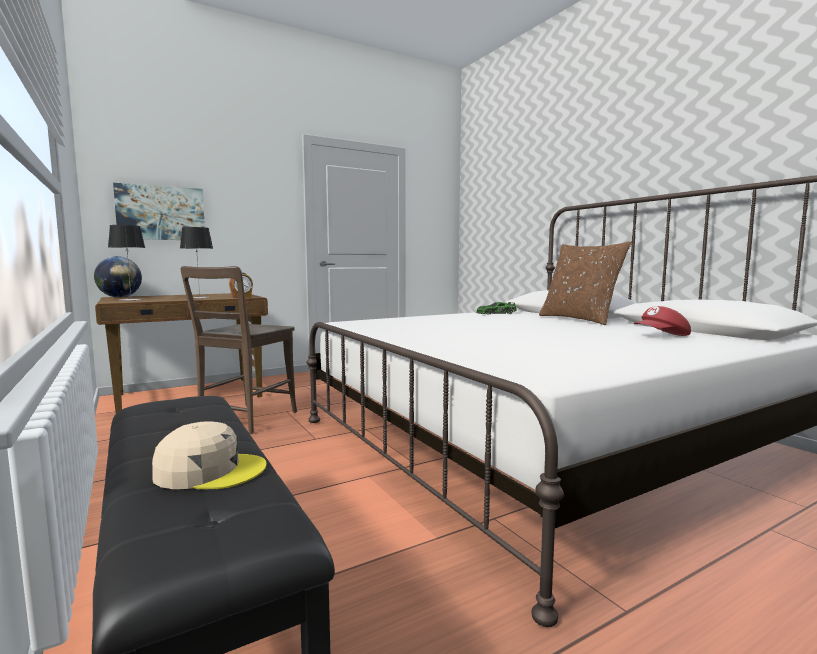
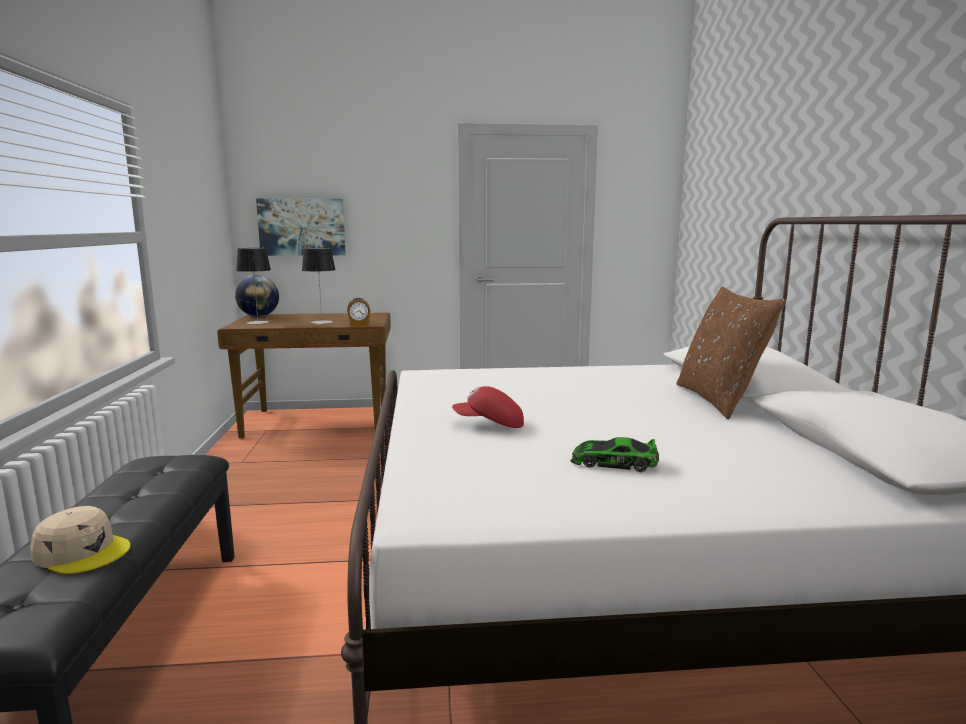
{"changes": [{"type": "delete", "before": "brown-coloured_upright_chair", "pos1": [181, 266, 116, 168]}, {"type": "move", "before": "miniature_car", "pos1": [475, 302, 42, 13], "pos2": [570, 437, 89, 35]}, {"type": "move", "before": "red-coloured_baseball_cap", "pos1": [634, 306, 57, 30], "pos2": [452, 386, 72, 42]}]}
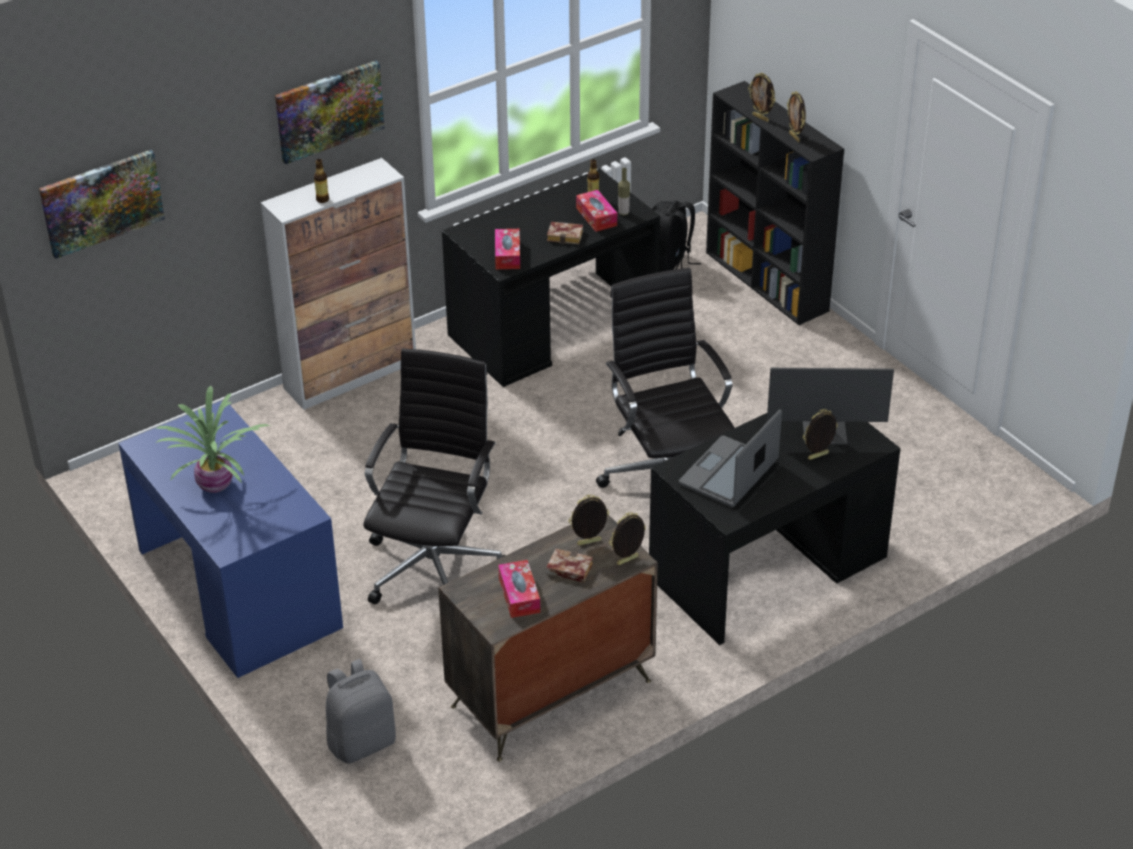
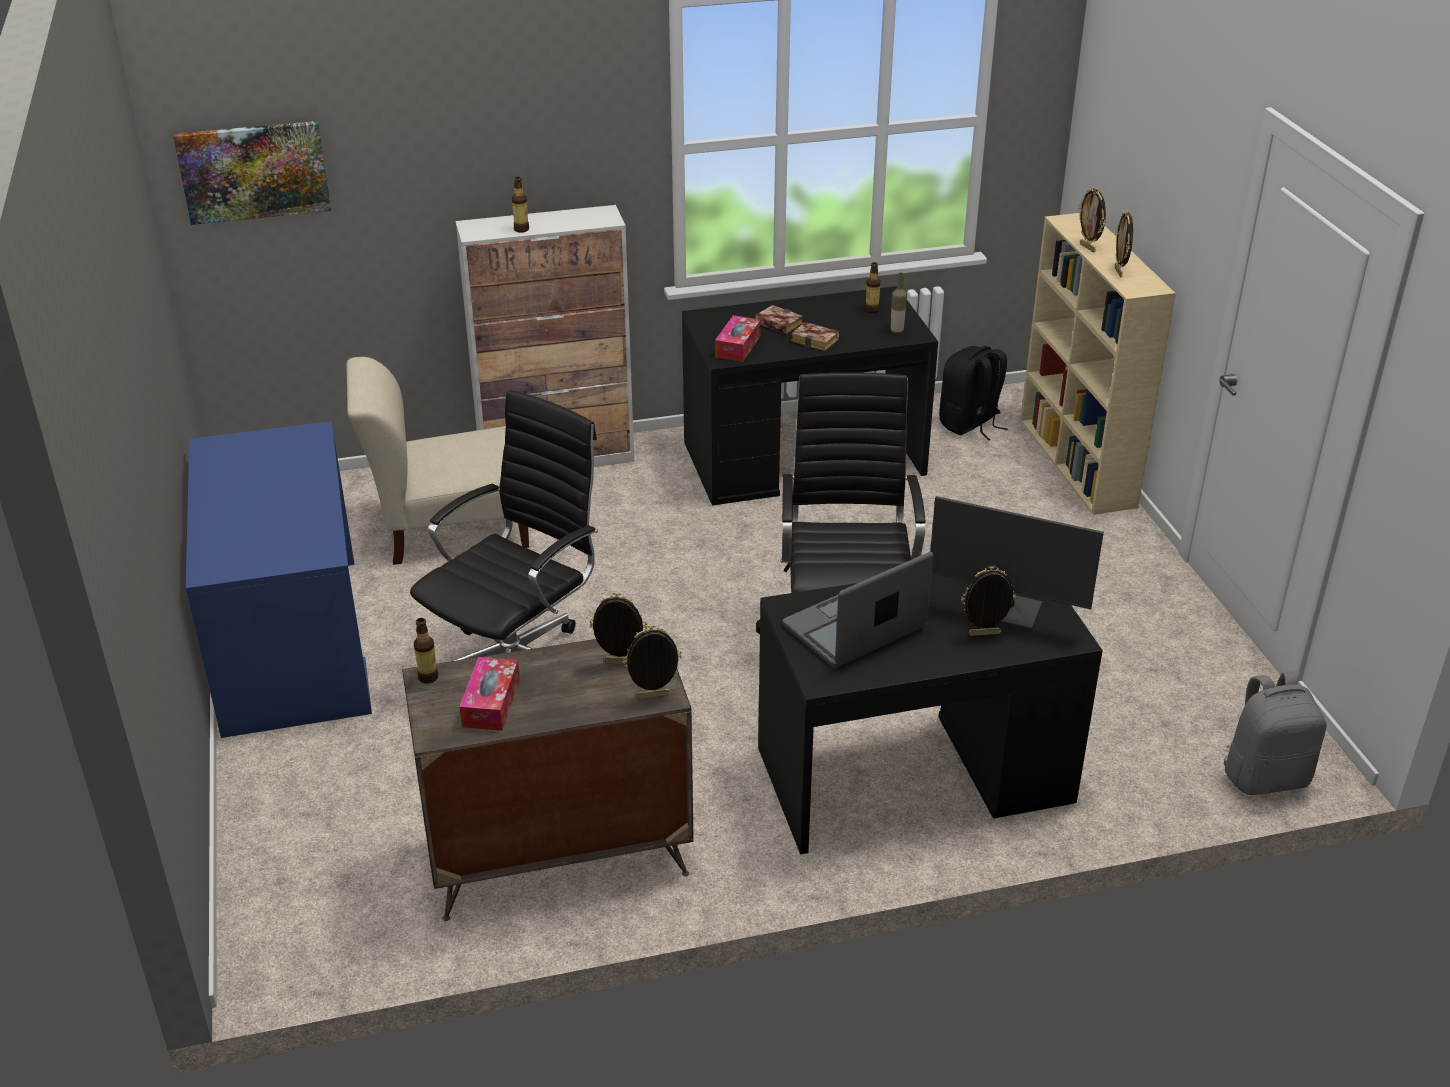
{"changes": [{"type": "delete", "before": "wall_picture", "pos1": [275, 60, 110, 104]}, {"type": "recolor", "before": "black_bookcase", "after": "beige_bookcase", "pos1": [706, 81, 138, 244], "pos2": [1020, 213, 156, 302]}, {"type": "delete", "before": "box_of_tissues", "pos1": [576, 190, 41, 42]}, {"type": "delete", "before": "potted_plant", "pos1": [155, 386, 116, 107]}, {"type": "move", "before": "book", "pos1": [546, 548, 47, 35], "pos2": [755, 305, 48, 29]}, {"type": "move", "before": "grey_backpack", "pos1": [326, 659, 70, 105], "pos2": [1223, 671, 104, 124]}, {"type": "insert", "after": "beige_upright_chair", "pos2": [346, 357, 183, 208]}, {"type": "insert", "after": "bottle", "pos2": [414, 618, 24, 65]}]}
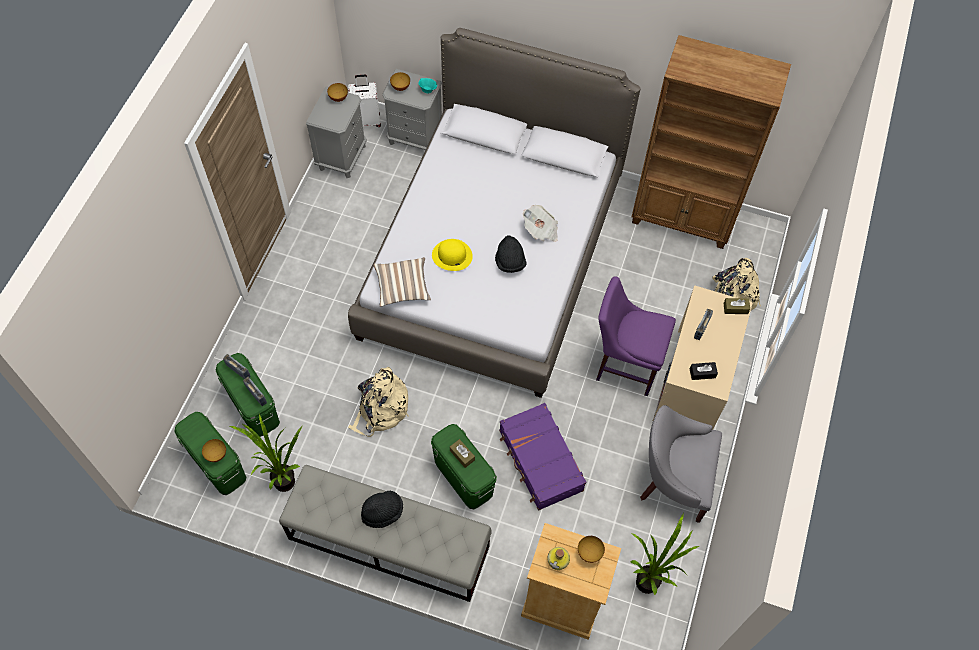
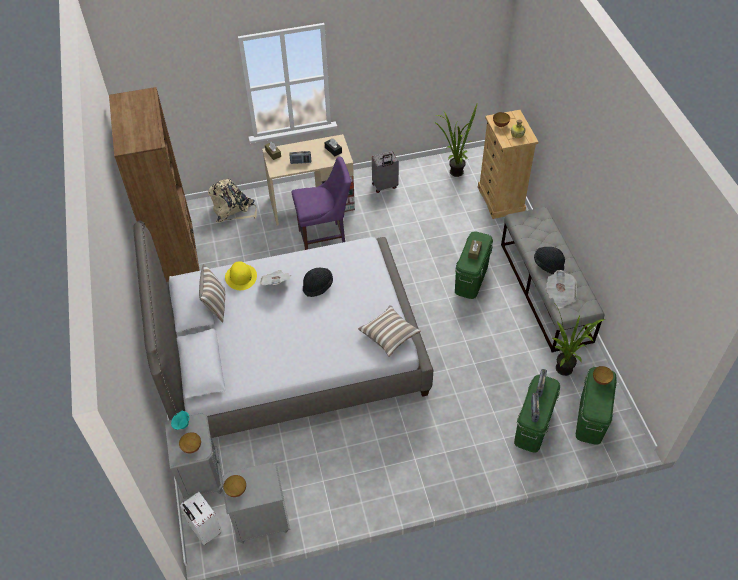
{"changes": [{"type": "move", "before": "yellow-coloured_clothing_hat", "pos1": [432, 239, 41, 32], "pos2": [225, 261, 32, 29]}, {"type": "rotate", "before": "purple_upright_chair", "pos1": [596, 276, 80, 120], "pos2": [291, 156, 60, 94], "turn": -90}, {"type": "delete", "before": "beige_backpack", "pos1": [348, 367, 61, 70]}, {"type": "delete", "before": "purple_piece_of_luggage", "pos1": [499, 403, 87, 107]}, {"type": "replace", "before": "grey_easy_chair", "after": "grey_piece_of_luggage", "pos1": [640, 405, 82, 118], "pos2": [372, 151, 27, 42]}, {"type": "insert", "after": "pillow", "pos2": [199, 264, 26, 59]}, {"type": "insert", "after": "daily_paper", "pos2": [546, 270, 31, 39]}]}
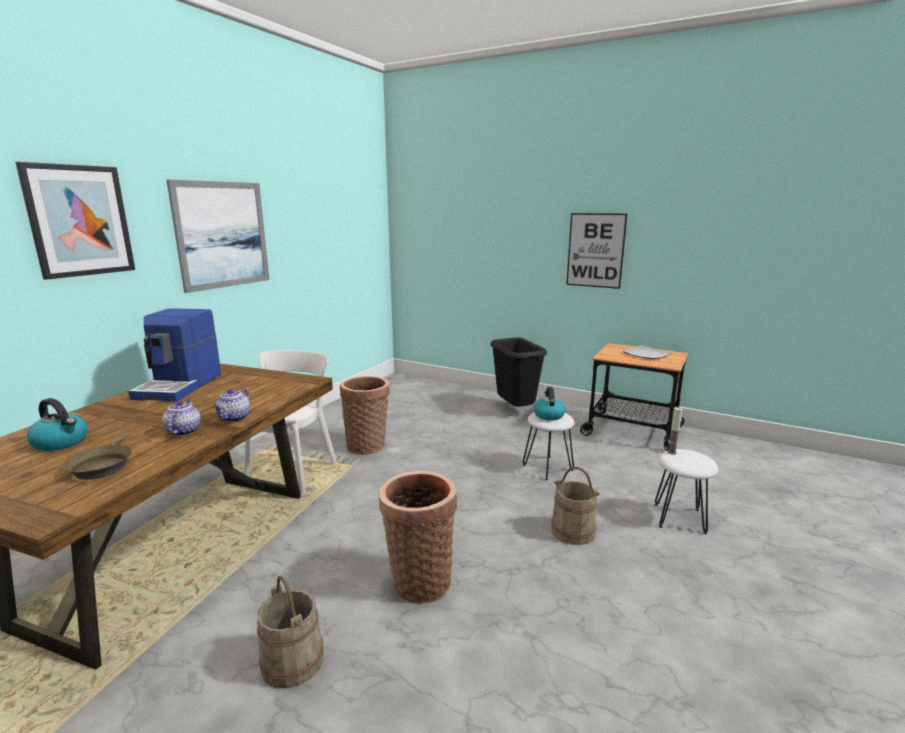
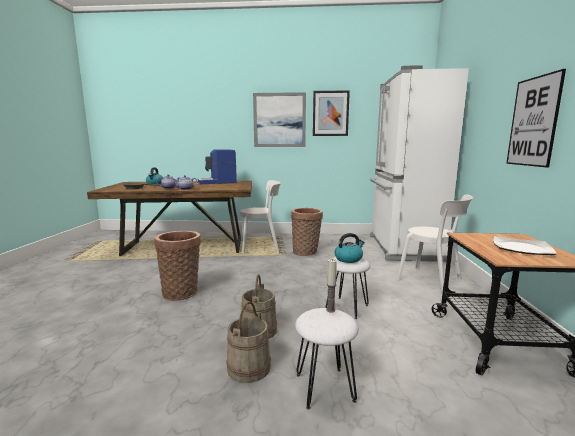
{"changes": [{"type": "move", "before": "wall_picture", "pos1": [15, 162, 120, 118], "pos2": [313, 90, 37, 46]}, {"type": "replace", "before": "black_trash_can", "after": "whitish_upright_chair", "pos1": [490, 337, 57, 70], "pos2": [396, 194, 77, 99]}, {"type": "move", "before": "beige_water_bucket", "pos1": [257, 576, 67, 113], "pos2": [226, 301, 45, 82]}, {"type": "insert", "after": "whitish_refrigerator", "pos2": [370, 65, 99, 197]}]}
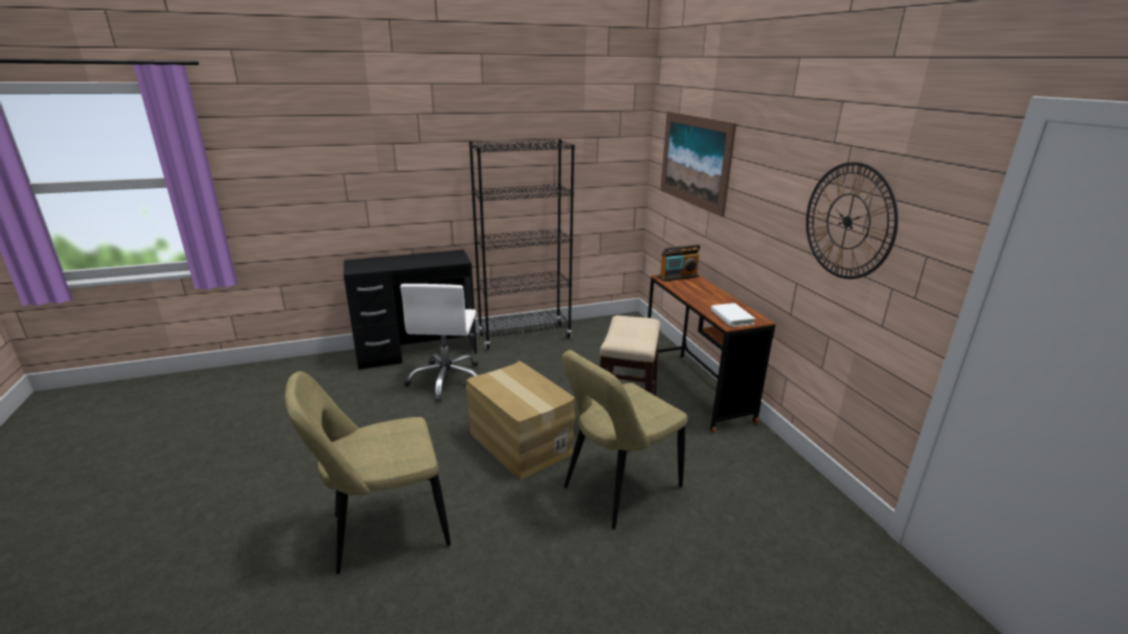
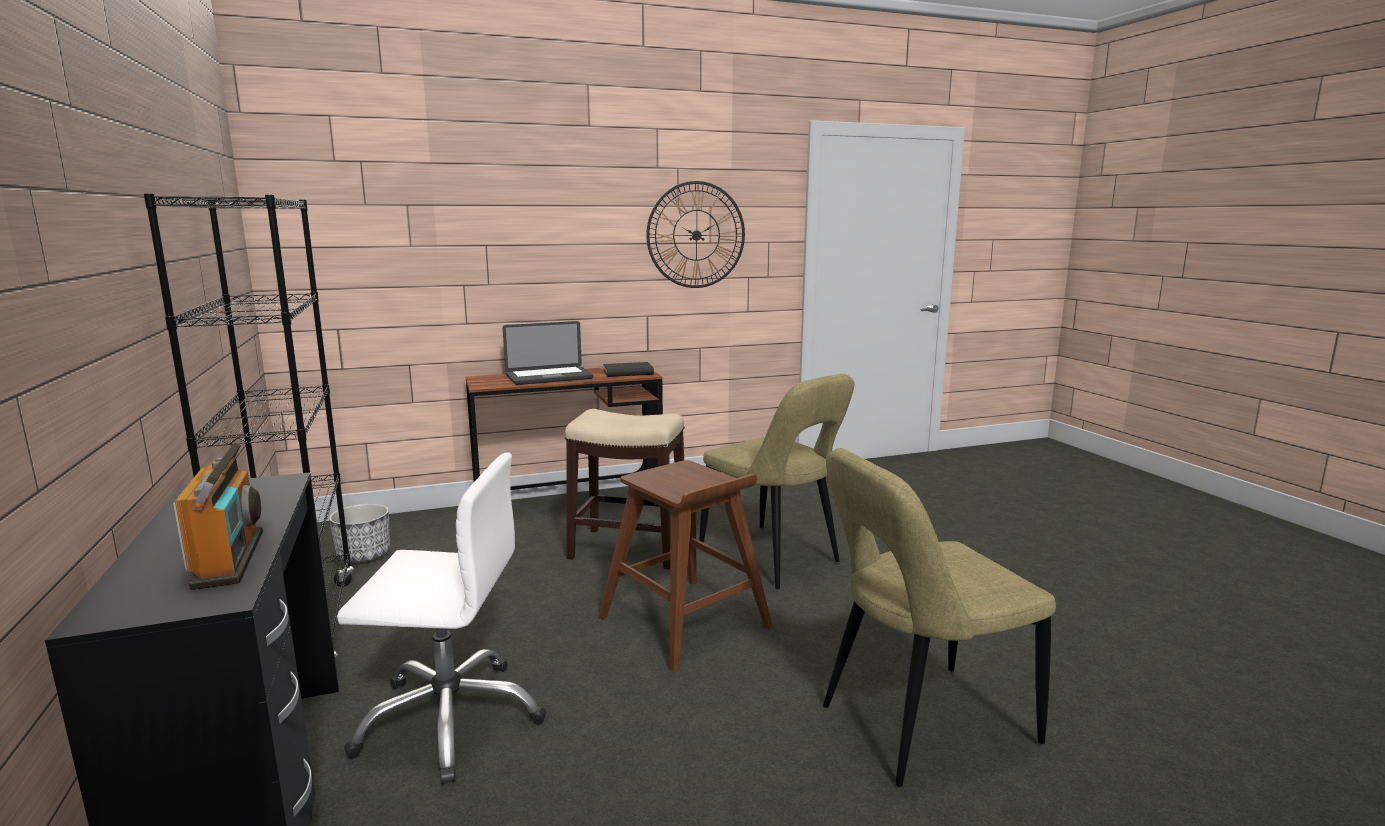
{"changes": [{"type": "delete", "before": "wall_picture", "pos1": [660, 112, 77, 105]}, {"type": "move", "before": "radio_set", "pos1": [657, 244, 44, 37], "pos2": [173, 442, 90, 148]}, {"type": "recolor", "before": "whitish_book", "after": "black_book", "pos1": [711, 303, 45, 24], "pos2": [603, 362, 51, 15]}, {"type": "replace", "before": "carton", "after": "brown-coloured_stool", "pos1": [466, 361, 110, 119], "pos2": [598, 460, 175, 212]}, {"type": "rotate", "before": "beige_upright_chair", "pos1": [285, 371, 166, 203], "pos2": [823, 448, 233, 339], "turn": 90}, {"type": "insert", "after": "portable_computer", "pos2": [503, 321, 90, 64]}, {"type": "insert", "after": "planter", "pos2": [329, 504, 61, 59]}]}
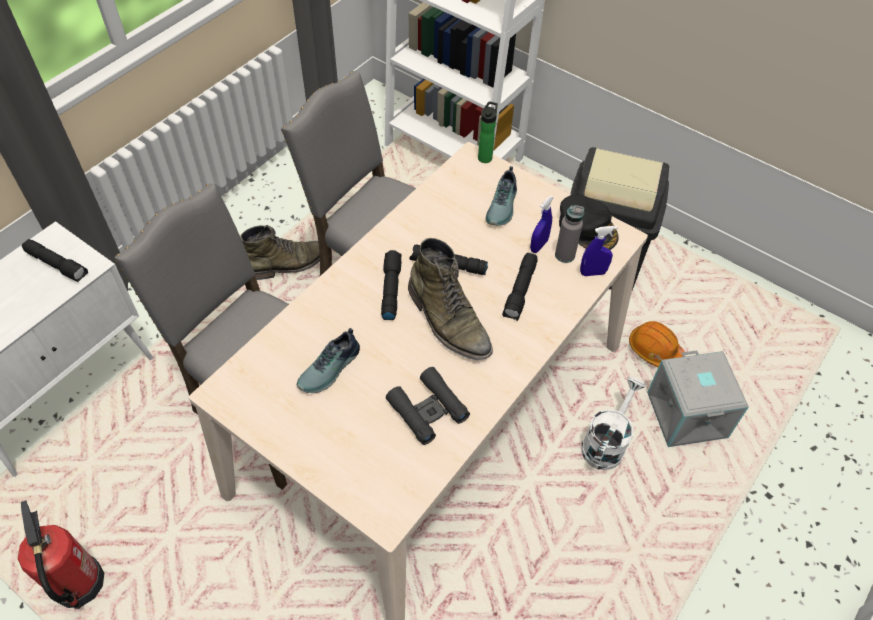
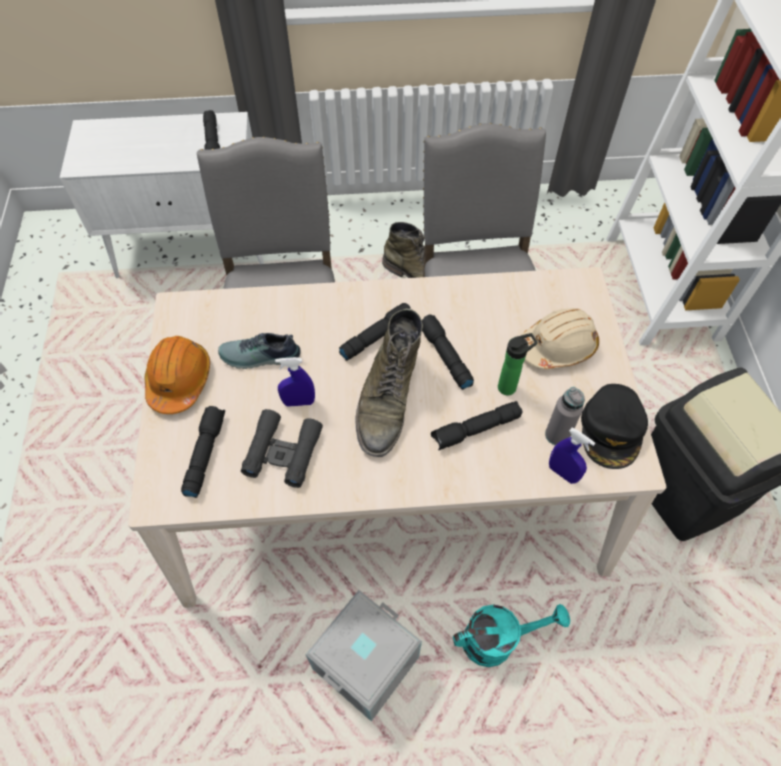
{"changes": [{"type": "move", "before": "bottle", "pos1": [478, 101, 20, 62], "pos2": [498, 333, 39, 62]}, {"type": "replace", "before": "shoe", "after": "beige_hard_hat", "pos1": [485, 166, 32, 60], "pos2": [522, 308, 77, 62]}, {"type": "move", "before": "bluish_spray_bottle", "pos1": [530, 196, 23, 57], "pos2": [275, 357, 40, 50]}, {"type": "move", "before": "orange_hard_hat", "pos1": [629, 321, 55, 46], "pos2": [144, 336, 66, 78]}, {"type": "move", "before": "grey_storage_box", "pos1": [647, 350, 102, 97], "pos2": [305, 590, 117, 131]}, {"type": "recolor", "before": "whitish_watering_pot", "after": "turquoise-coloured_watering_pot", "pos1": [581, 376, 64, 94], "pos2": [453, 604, 117, 63]}, {"type": "delete", "before": "fire-fighting_cylinder", "pos1": [18, 500, 86, 109]}, {"type": "insert", "after": "black_hand_torch", "pos2": [181, 406, 44, 92]}]}
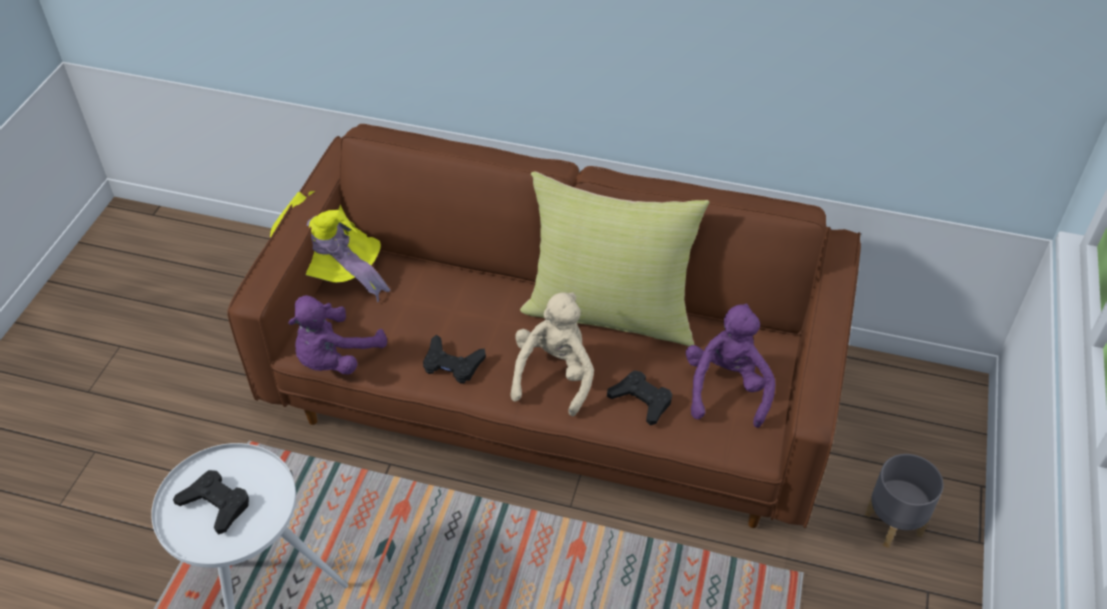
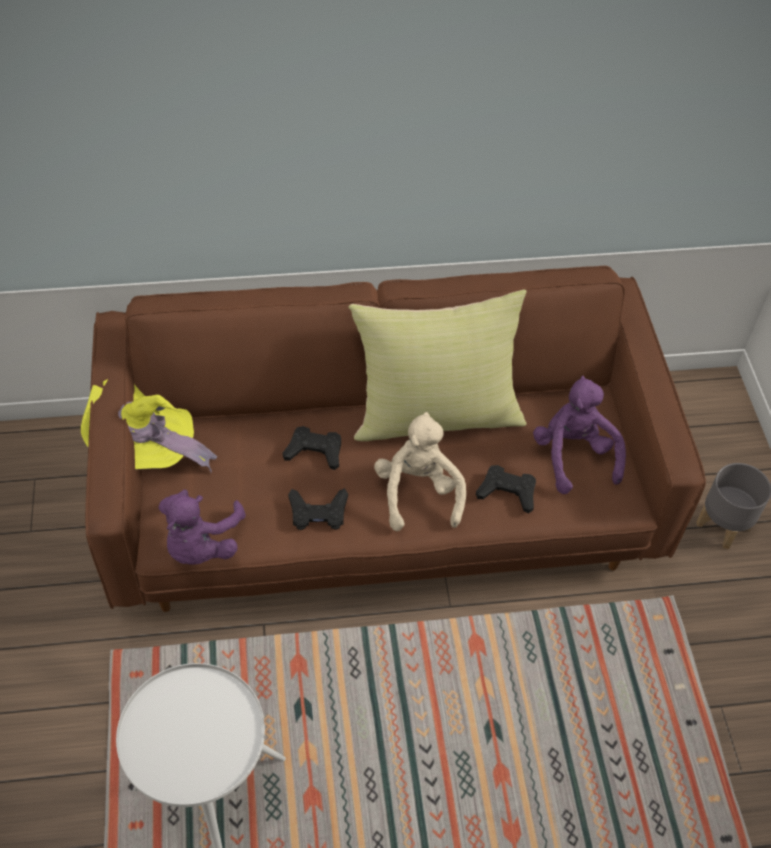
{"changes": [{"type": "move", "before": "black_joypad", "pos1": [173, 470, 76, 64], "pos2": [283, 426, 58, 44]}]}
